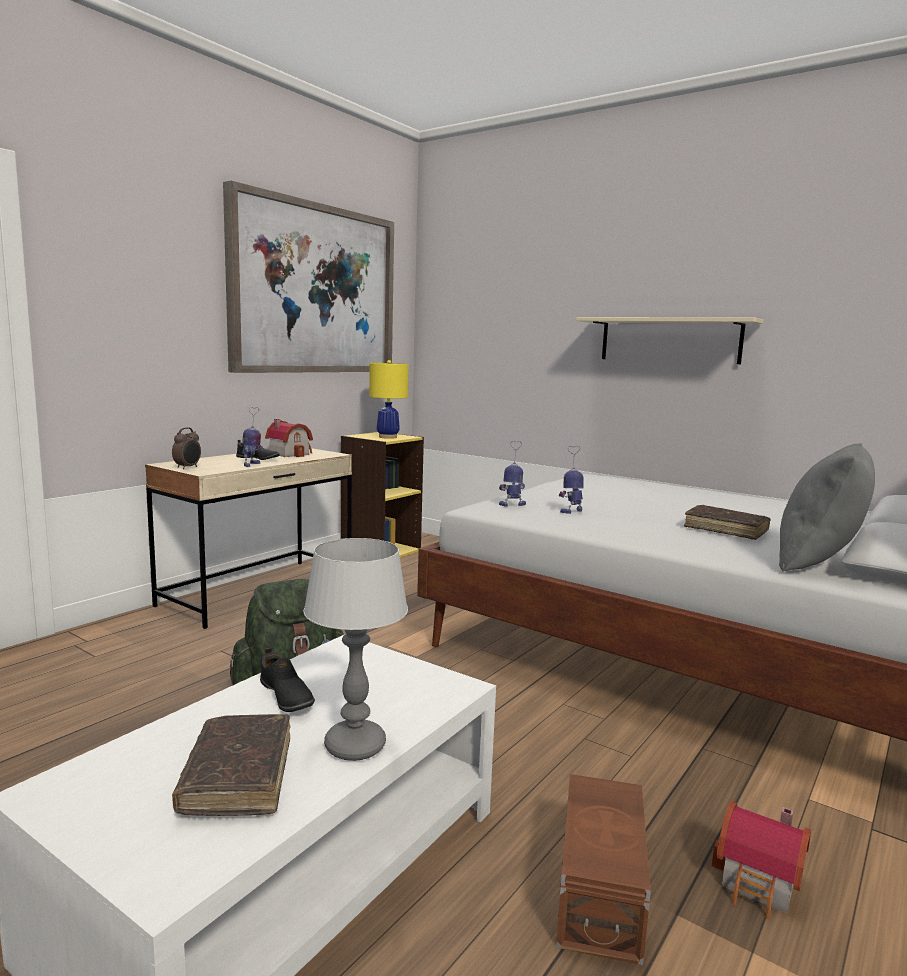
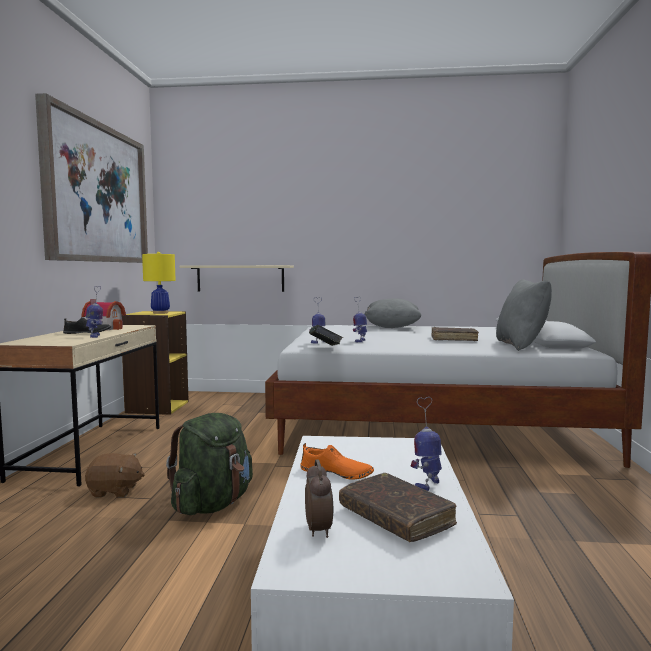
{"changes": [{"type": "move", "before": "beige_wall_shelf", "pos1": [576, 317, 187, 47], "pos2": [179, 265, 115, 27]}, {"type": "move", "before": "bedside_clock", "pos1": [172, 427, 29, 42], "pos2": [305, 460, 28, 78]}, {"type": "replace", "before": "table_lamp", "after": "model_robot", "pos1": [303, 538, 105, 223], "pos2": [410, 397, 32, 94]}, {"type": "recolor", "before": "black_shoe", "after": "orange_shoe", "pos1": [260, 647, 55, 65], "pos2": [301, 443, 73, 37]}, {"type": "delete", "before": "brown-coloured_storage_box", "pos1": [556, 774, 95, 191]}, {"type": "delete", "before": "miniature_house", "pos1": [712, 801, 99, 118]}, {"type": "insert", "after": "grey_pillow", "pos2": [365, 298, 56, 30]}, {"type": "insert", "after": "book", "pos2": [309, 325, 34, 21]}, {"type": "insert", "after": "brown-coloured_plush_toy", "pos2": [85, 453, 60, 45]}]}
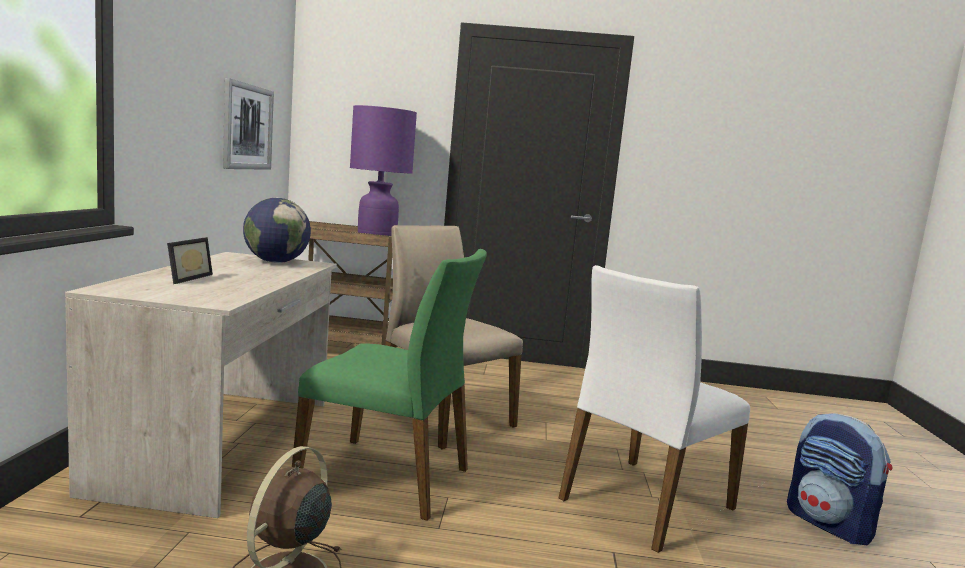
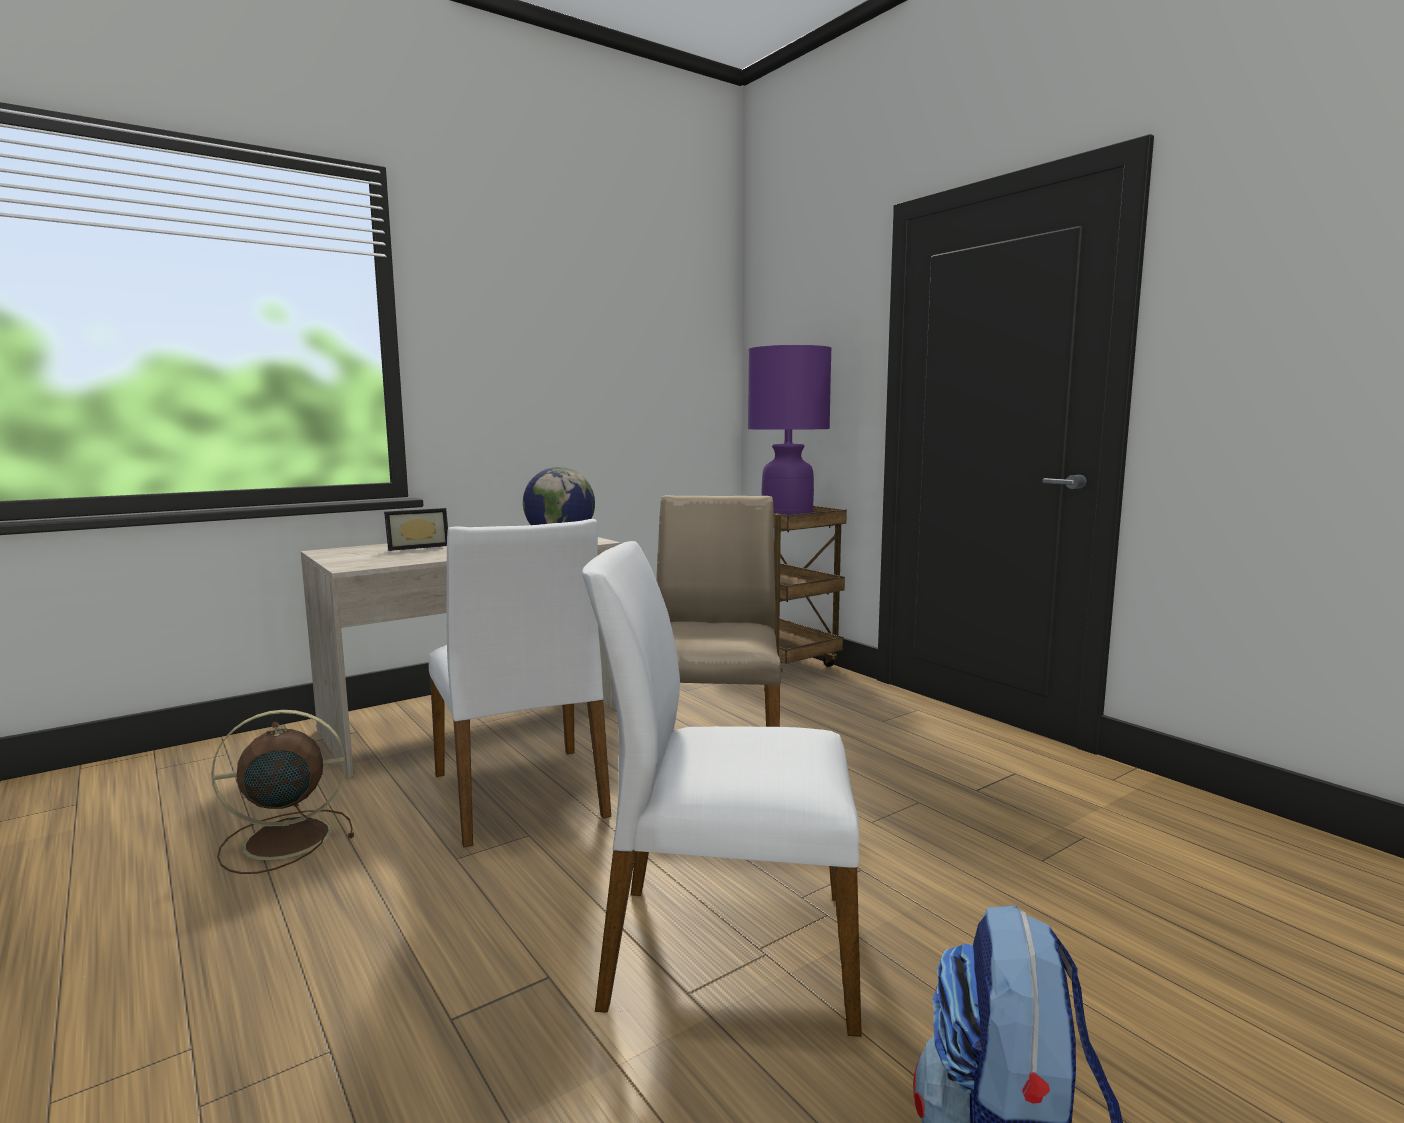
{"changes": [{"type": "delete", "before": "wall_picture", "pos1": [223, 78, 51, 92]}, {"type": "recolor", "before": "green_upright_chair", "after": "whitish_upright_chair", "pos1": [292, 249, 195, 272], "pos2": [428, 519, 183, 329]}]}
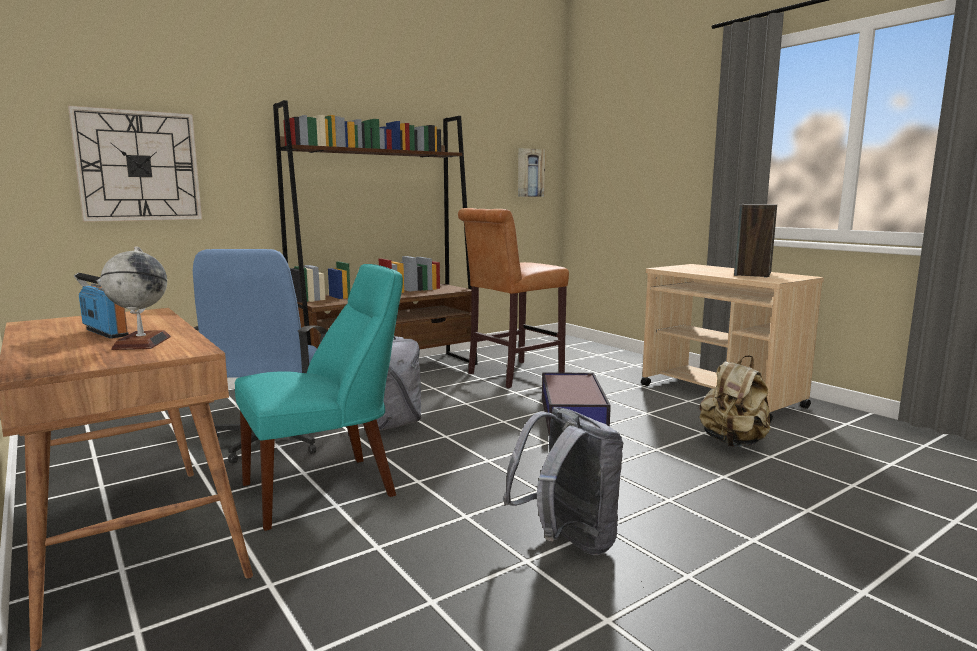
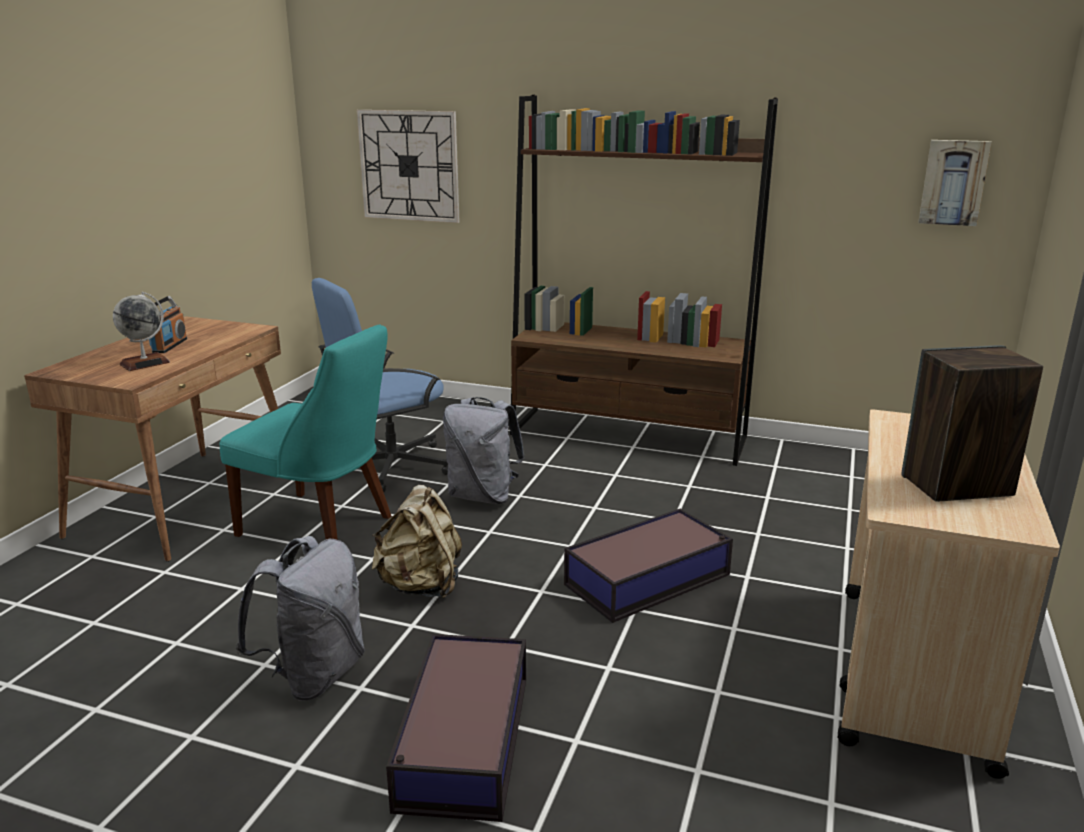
{"changes": [{"type": "delete", "before": "brown-coloured_stool", "pos1": [458, 208, 111, 180]}, {"type": "move", "before": "beige_backpack", "pos1": [699, 355, 71, 92], "pos2": [372, 485, 90, 113]}, {"type": "insert", "after": "storage_box", "pos2": [386, 634, 140, 188]}]}
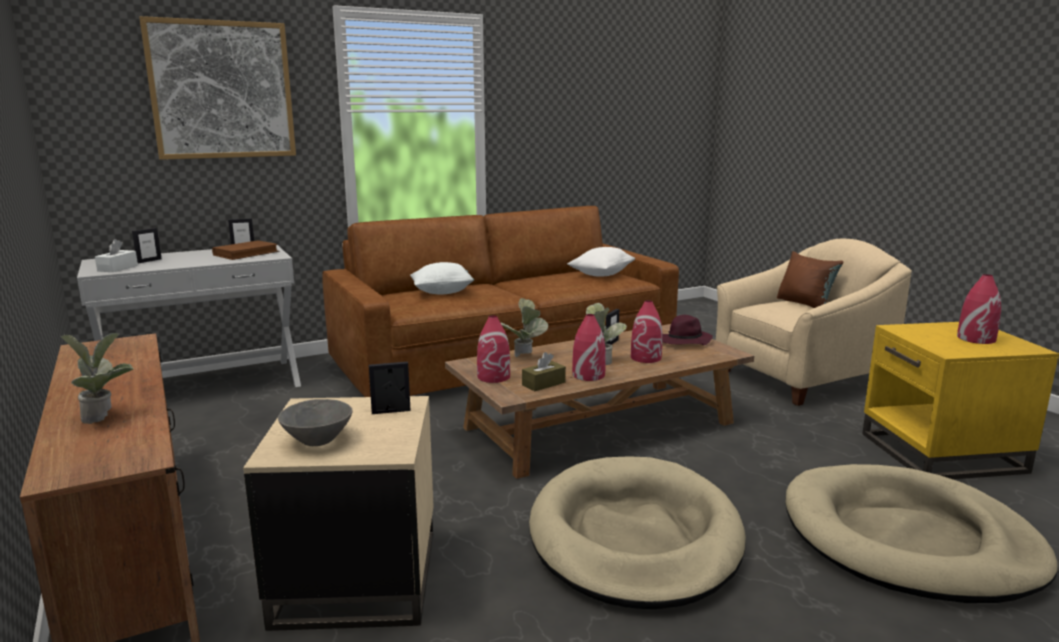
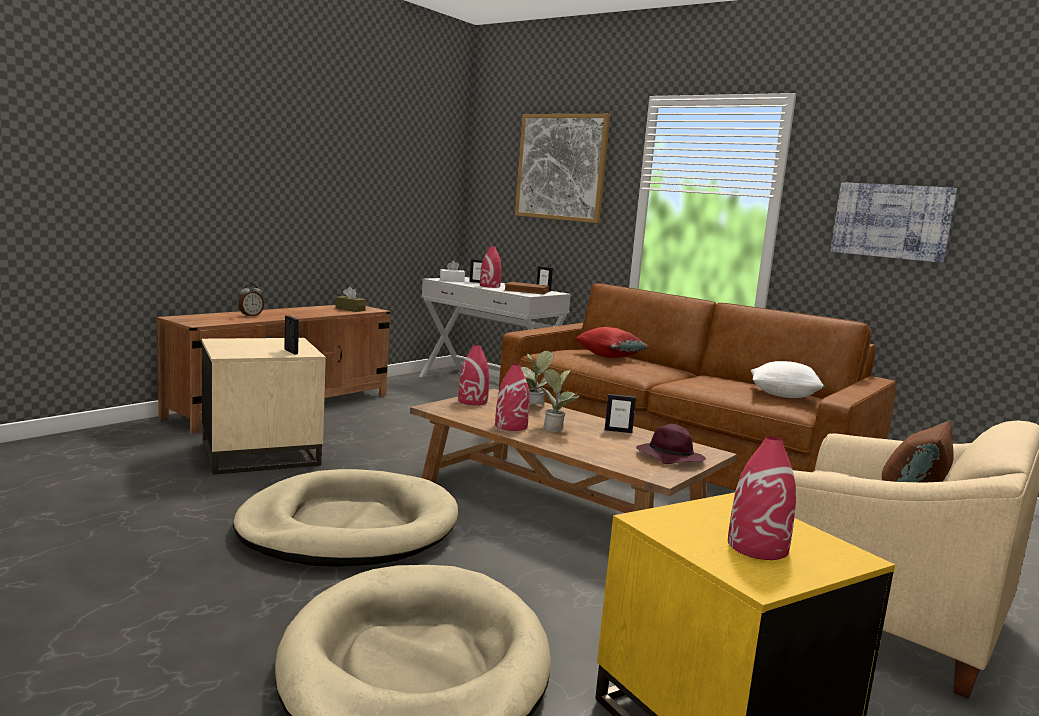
{"changes": [{"type": "recolor", "before": "whitish_pillow", "after": "red-coloured_pillow", "pos1": [410, 262, 65, 32], "pos2": [575, 327, 74, 31]}, {"type": "move", "before": "red-coloured_decorative_vase", "pos1": [631, 300, 31, 63], "pos2": [480, 246, 21, 42]}, {"type": "replace", "before": "potted_plant", "after": "bedside_clock", "pos1": [61, 333, 73, 91], "pos2": [238, 283, 26, 34]}, {"type": "move", "before": "brown-coloured_box_of_tissues", "pos1": [522, 352, 44, 39], "pos2": [336, 287, 30, 25]}, {"type": "delete", "before": "grey_bowl", "pos1": [278, 399, 75, 47]}, {"type": "insert", "after": "wall_picture", "pos2": [830, 182, 128, 81]}]}
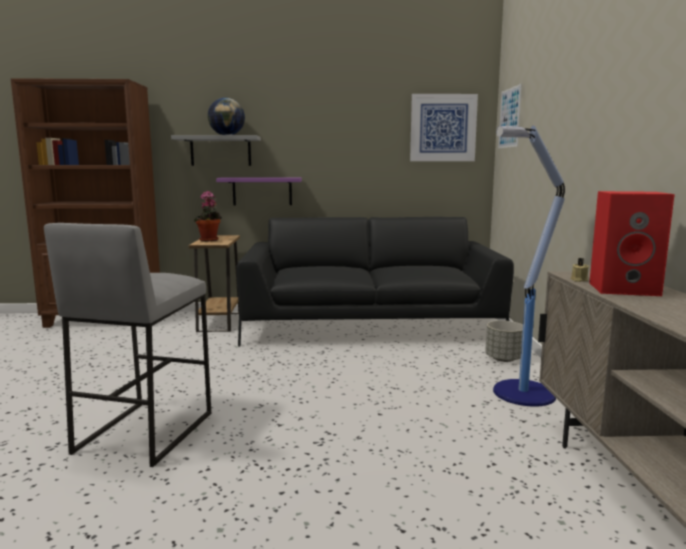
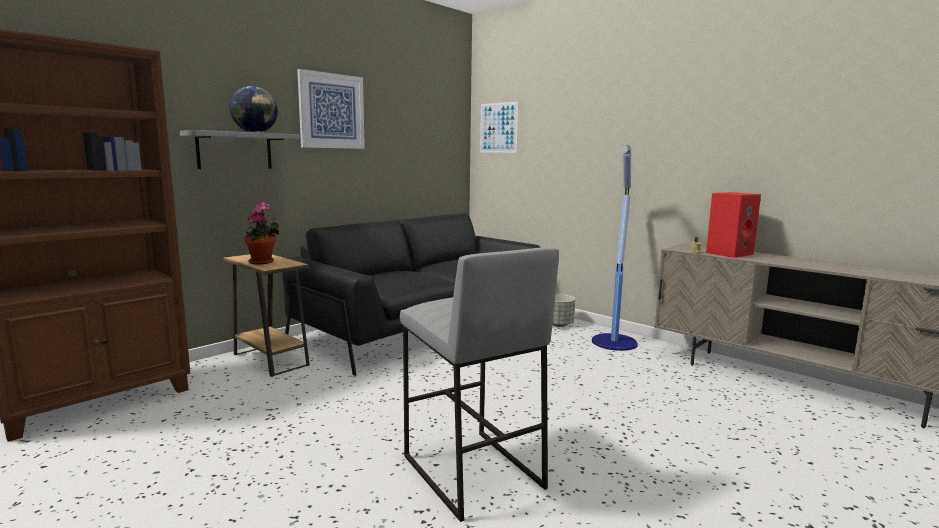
{"changes": [{"type": "move", "before": "wall_picture", "pos1": [410, 94, 68, 67], "pos2": [297, 69, 68, 80]}, {"type": "delete", "before": "purple_wall_shelf", "pos1": [216, 177, 86, 28]}]}
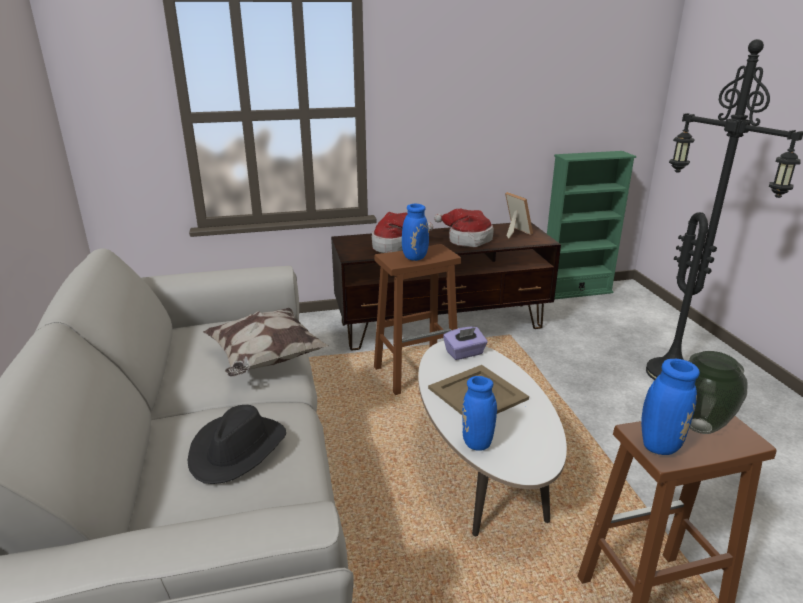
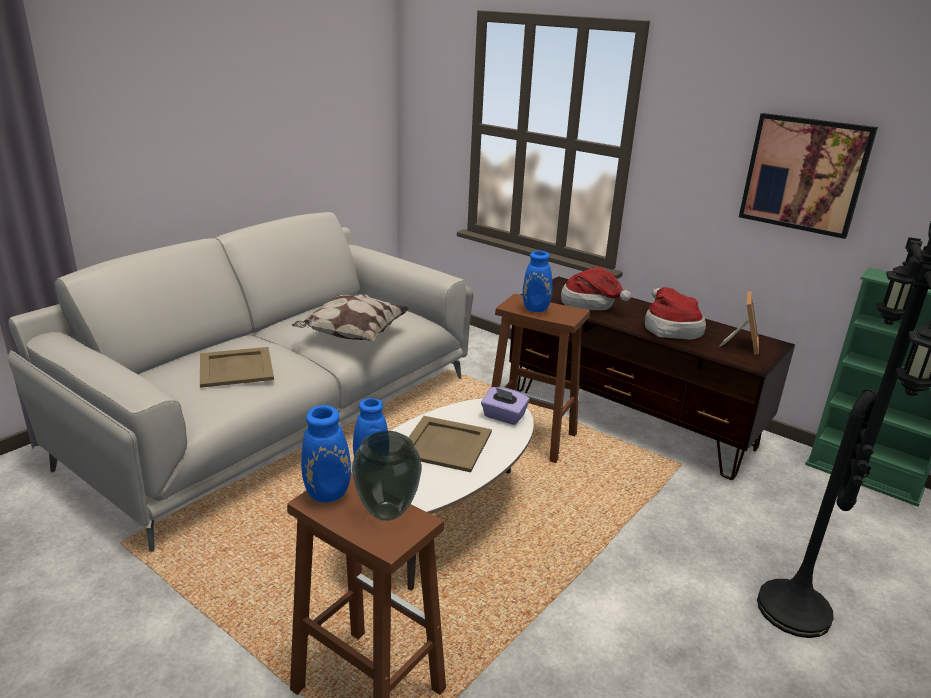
{"changes": [{"type": "replace", "before": "black_clothing_hat", "after": "beige_tray", "pos1": [187, 405, 99, 79], "pos2": [200, 347, 74, 41]}, {"type": "insert", "after": "wall_picture", "pos2": [739, 113, 139, 126]}]}
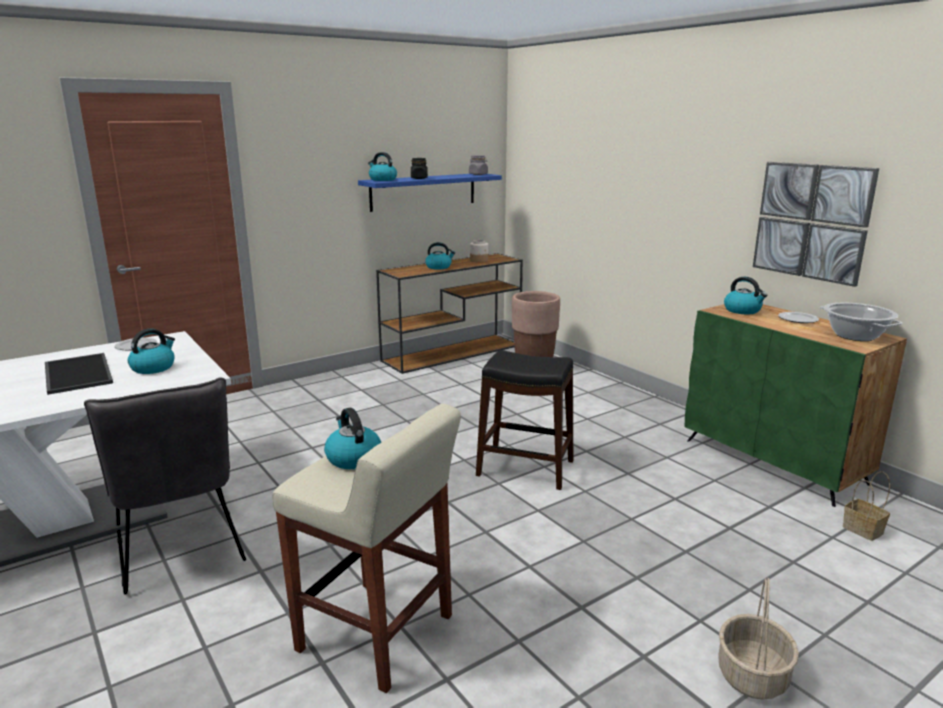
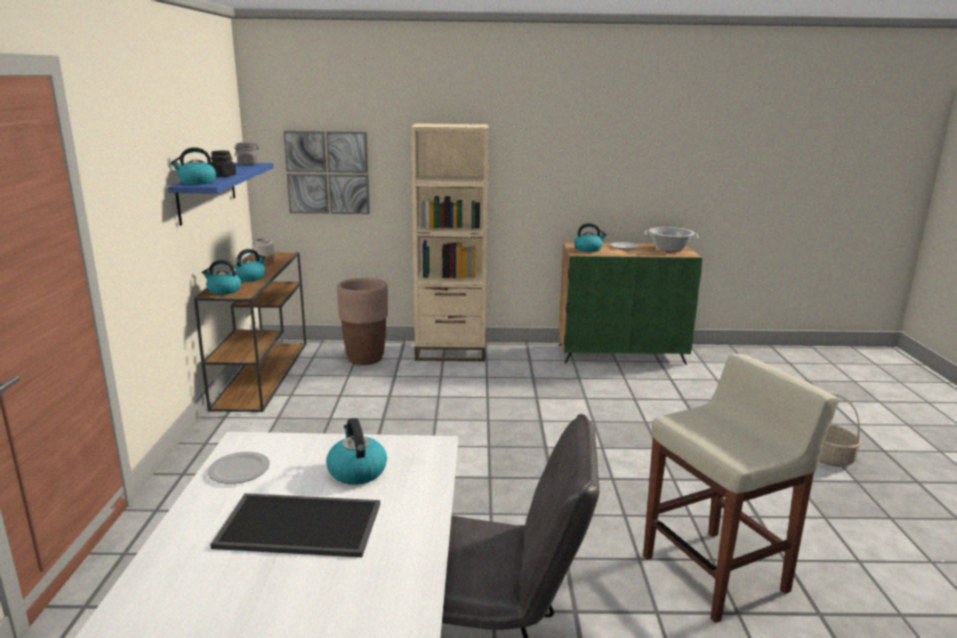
{"changes": [{"type": "move", "before": "wall_picture", "pos1": [753, 162, 126, 125], "pos2": [283, 131, 87, 83]}, {"type": "delete", "before": "black_stool", "pos1": [476, 350, 97, 140]}, {"type": "move", "before": "tea_kettle", "pos1": [324, 408, 57, 61], "pos2": [202, 260, 39, 35]}, {"type": "delete", "before": "basket", "pos1": [843, 471, 47, 70]}, {"type": "insert", "after": "beige_bookcase", "pos2": [411, 123, 78, 238]}]}
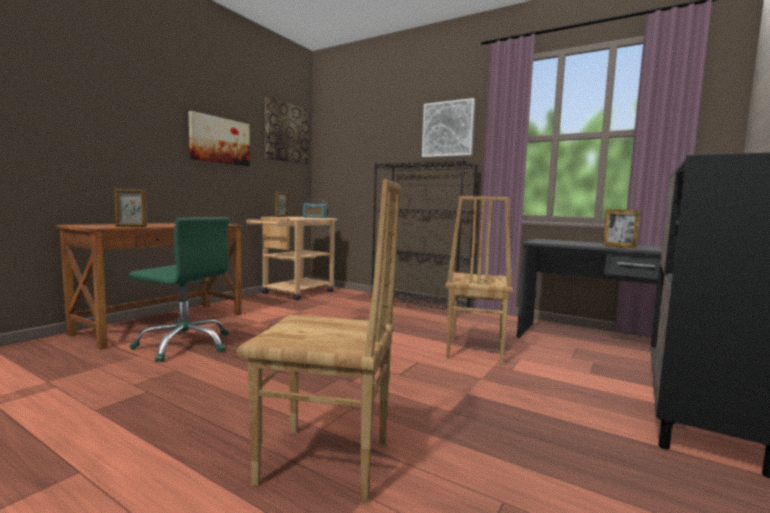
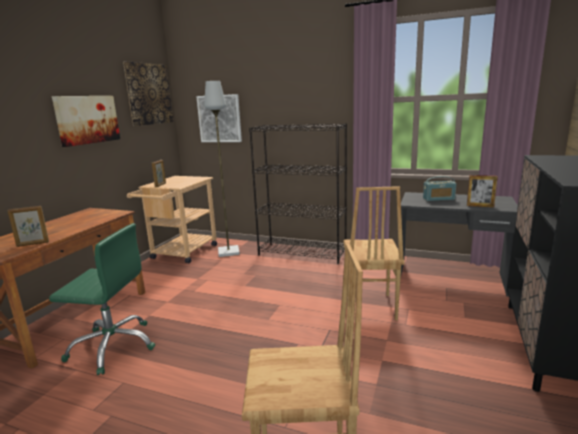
{"changes": [{"type": "move", "before": "wall_picture", "pos1": [422, 98, 53, 60], "pos2": [196, 94, 46, 48]}, {"type": "move", "before": "radio_set", "pos1": [303, 199, 24, 19], "pos2": [423, 176, 33, 25]}, {"type": "insert", "after": "grey_floor_lamp", "pos2": [204, 81, 36, 176]}]}
